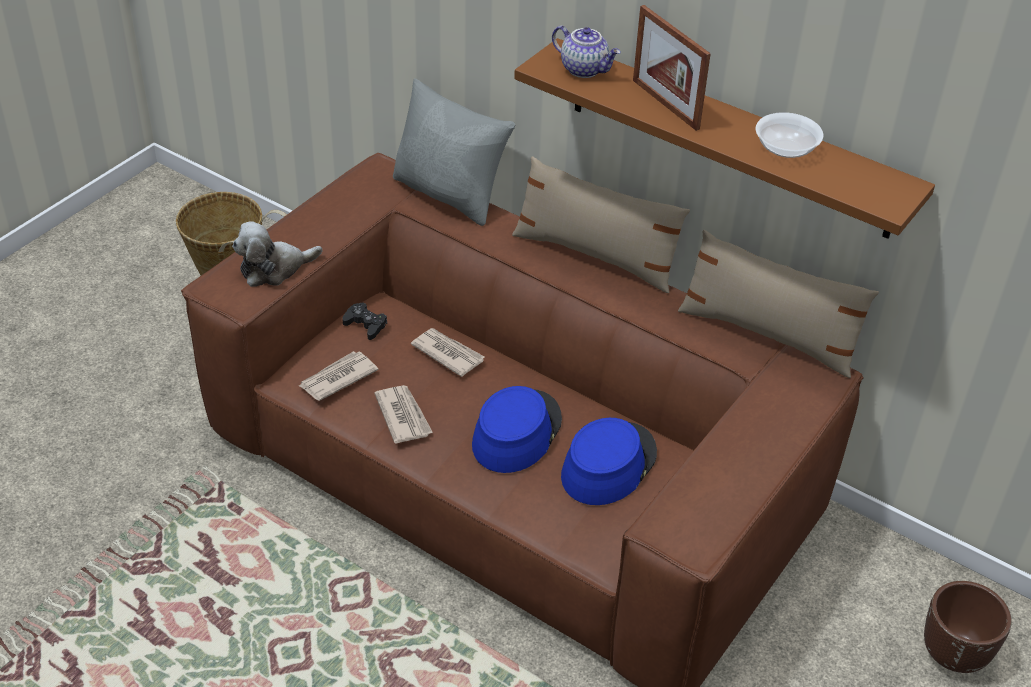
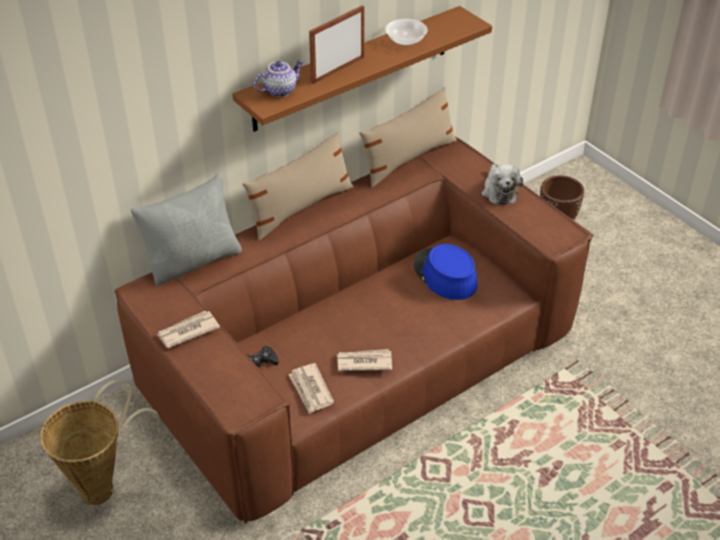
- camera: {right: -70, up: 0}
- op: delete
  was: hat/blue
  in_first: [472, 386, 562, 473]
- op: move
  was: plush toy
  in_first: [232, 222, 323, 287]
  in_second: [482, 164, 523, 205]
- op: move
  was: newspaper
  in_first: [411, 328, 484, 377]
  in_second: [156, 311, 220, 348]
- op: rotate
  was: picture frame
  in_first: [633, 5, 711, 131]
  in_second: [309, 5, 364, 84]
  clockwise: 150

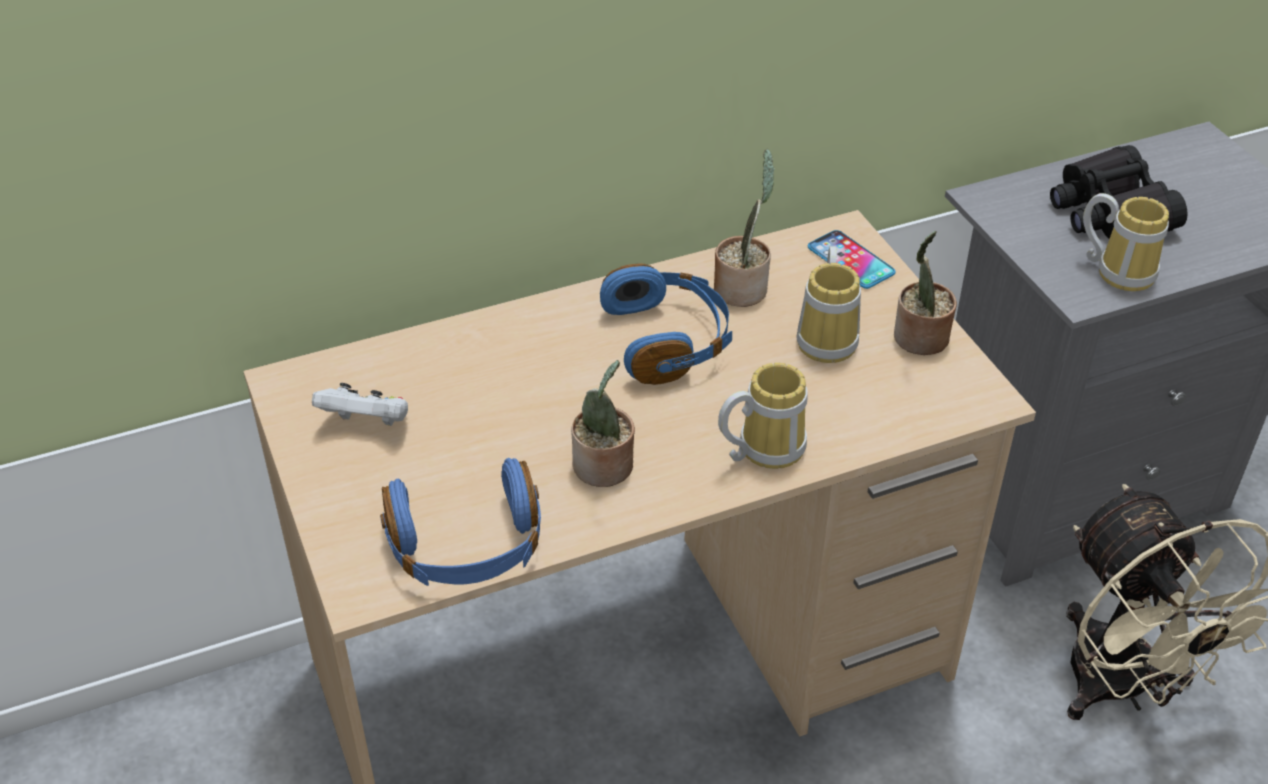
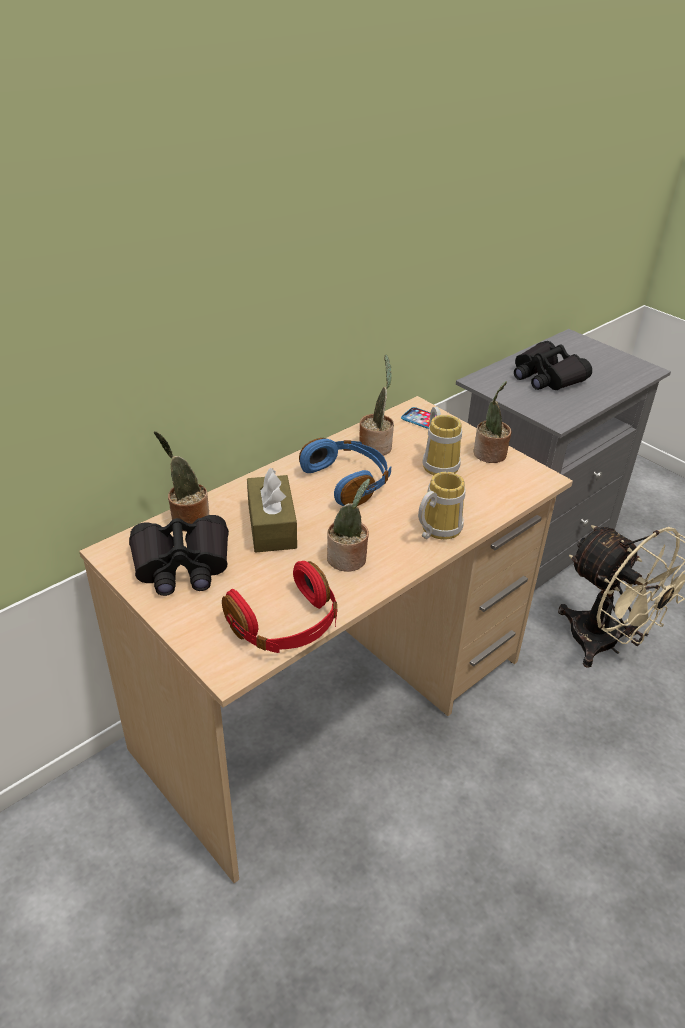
- camera: {right: -20, up: -5}
- op: delete
  was: mug
  in_first: [1083, 193, 1169, 291]
- op: insert
  now: potted plant
  in_second: [154, 431, 209, 531]
- op: insert
  now: tissue box/brown
  in_second: [247, 468, 297, 553]
- op: replace
  was: game controller/white
  now: binoculars/black
  in_first: [312, 383, 408, 426]
  in_second: [129, 515, 229, 596]
- op: recolor
  was: headphones/blue
  now: headphones/red
  in_first: [380, 458, 541, 586]
  in_second: [222, 561, 337, 653]

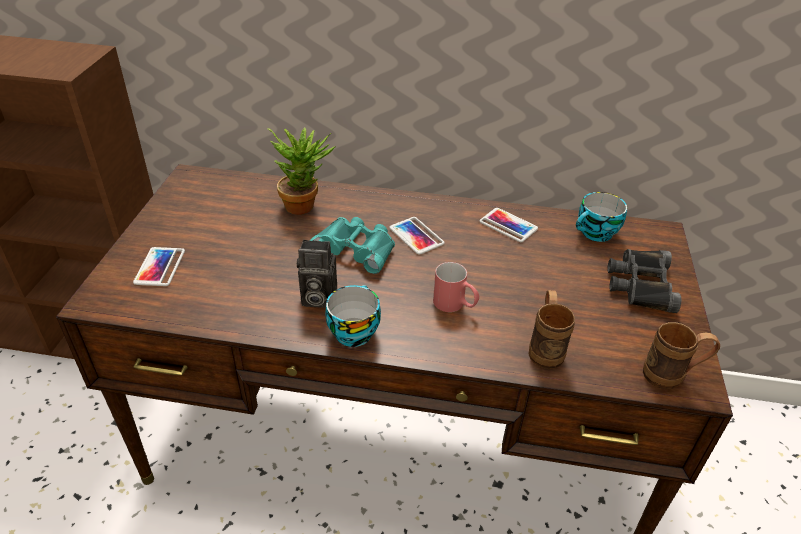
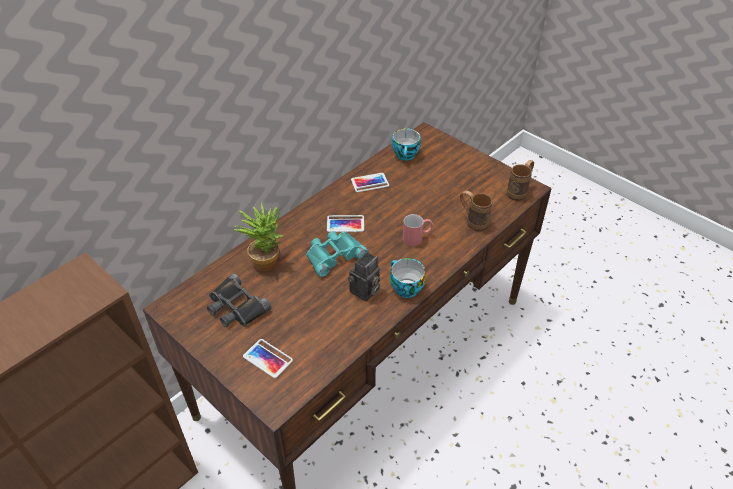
- camera: {right: -55, up: 5}
- op: move
  was: binoculars/black
  in_first: [607, 249, 681, 313]
  in_second: [207, 273, 272, 327]

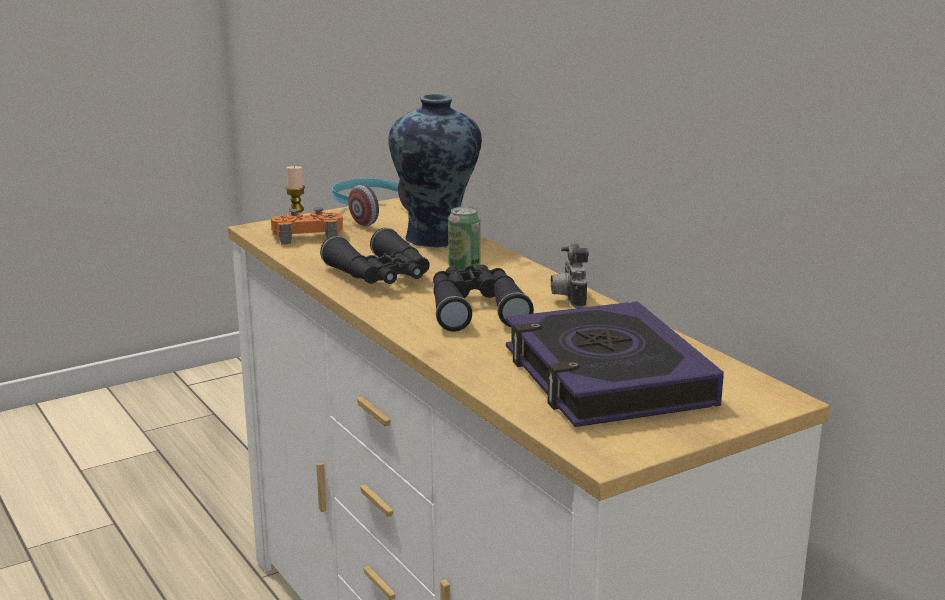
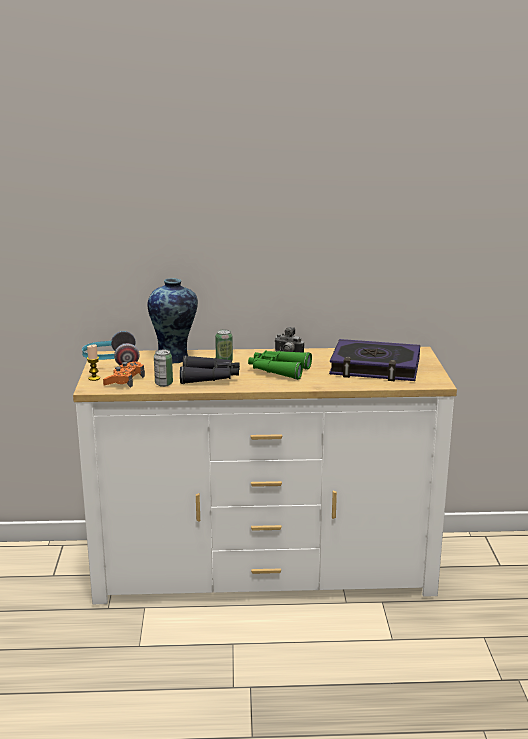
- camera: {right: -60, up: 0}
- op: insert
  now: can
  in_second: [154, 350, 173, 387]
- op: recolor
  was: binoculars/black
  now: binoculars/green
  in_first: [433, 265, 534, 332]
  in_second: [248, 350, 312, 380]

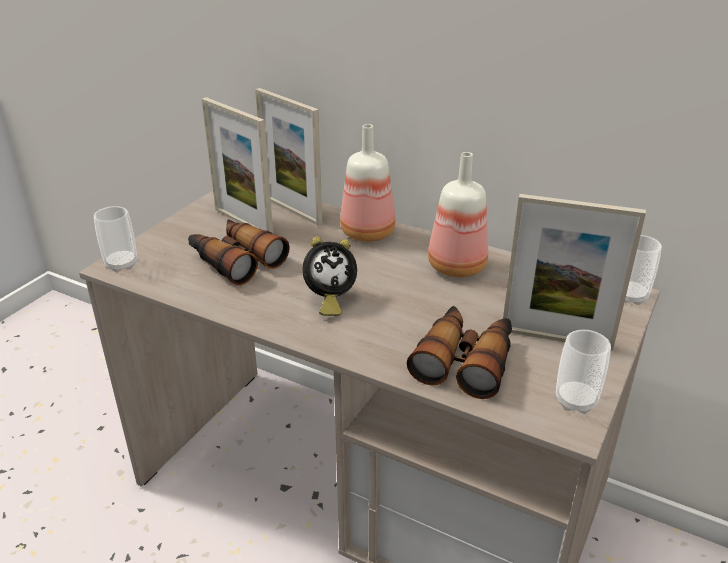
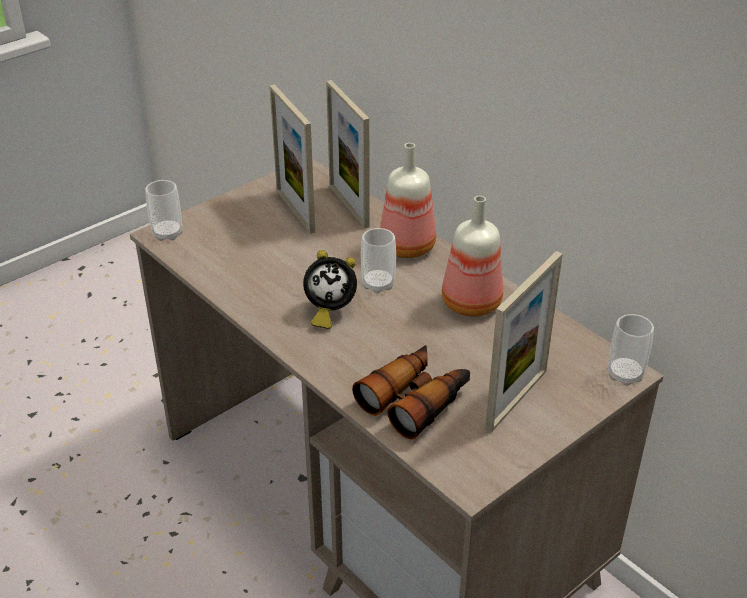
- camera: {right: 20, up: 5}
- op: delete
  was: binoculars
  in_first: [188, 219, 290, 285]
- op: move
  was: cup
  in_first: [556, 330, 611, 414]
  in_second: [361, 228, 396, 293]
- op: rotate
  was: picture frame
  in_first: [503, 194, 646, 350]
  in_second: [485, 251, 563, 432]
  clockwise: -90

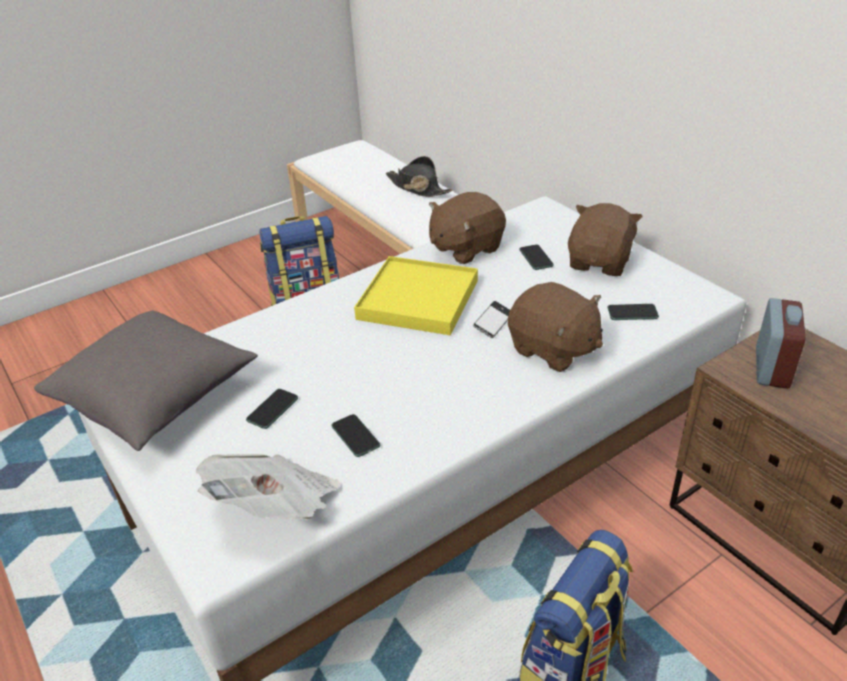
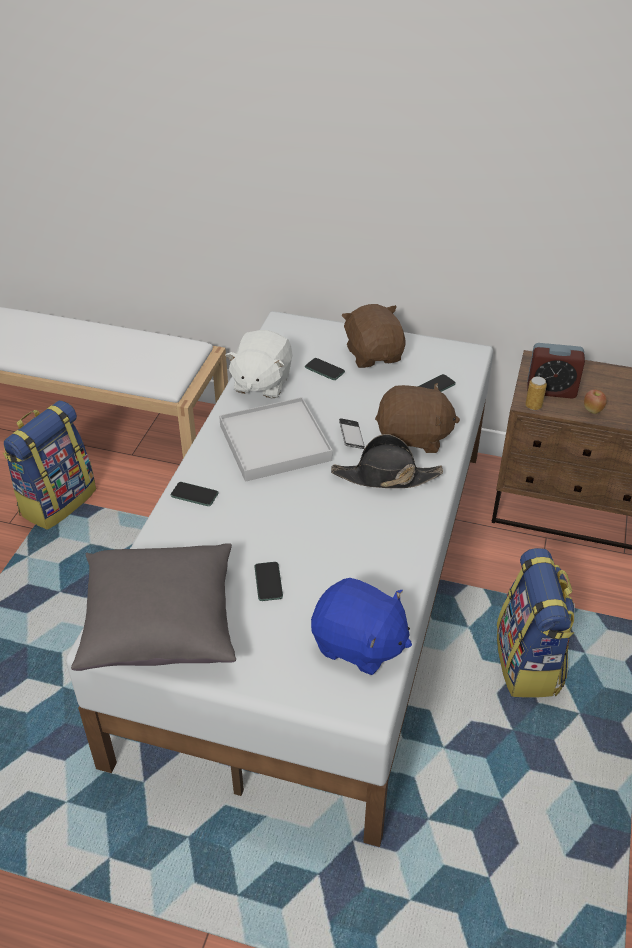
- camera: {right: -40, up: 5}
- op: insert
  now: can
  in_second: [525, 376, 547, 410]
- op: insert
  now: apple
  in_second: [584, 389, 607, 414]
- op: move
  was: phone
  in_first: [332, 414, 380, 457]
  in_second: [171, 482, 219, 506]
- op: move
  was: hat/black
  in_first: [386, 156, 452, 197]
  in_second: [331, 434, 443, 488]
- op: replace
  was: newspaper
  now: plush toy/blue
  in_first: [196, 454, 340, 520]
  in_second: [311, 578, 412, 675]
- op: recolor
  was: tray/yellow
  now: tray/white
  in_first: [354, 256, 478, 335]
  in_second: [219, 397, 332, 482]
- op: recolor
  was: plush toy/brown
  now: plush toy/white
  in_first: [429, 192, 506, 264]
  in_second: [225, 330, 293, 399]
- op: rotate
  was: alarm clock
  in_first: [756, 298, 806, 389]
  in_second: [527, 343, 585, 398]
  clockwise: 120

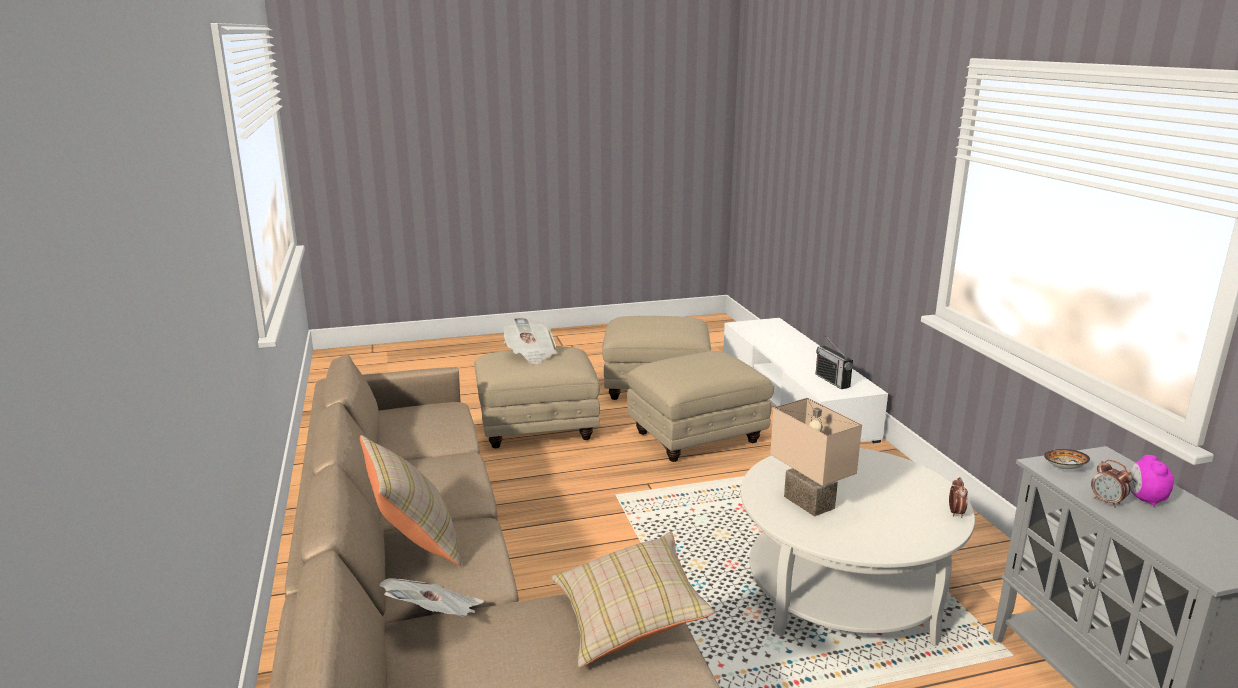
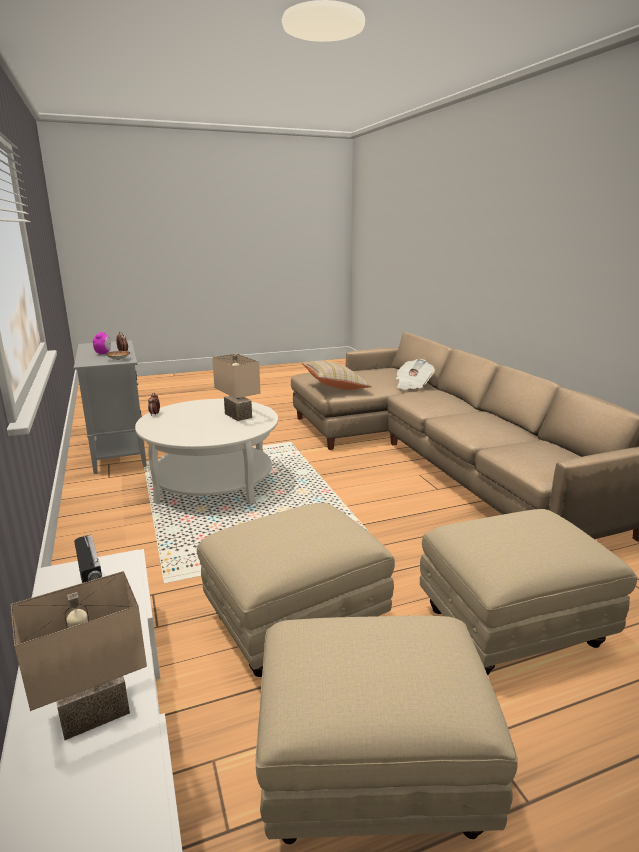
- camera: {right: 175, up: 0}
- op: delete
  was: pillow/beige
  in_first: [360, 435, 461, 566]
- op: delete
  was: newspaper
  in_first: [503, 317, 557, 364]
- op: insert
  now: table lamp/beige
  in_second: [11, 571, 147, 740]

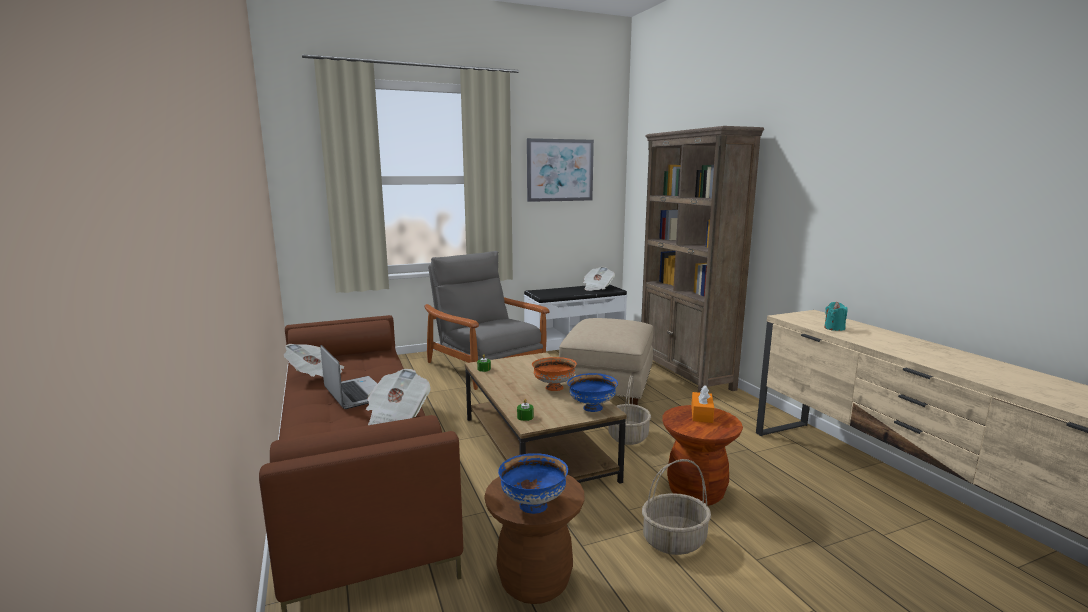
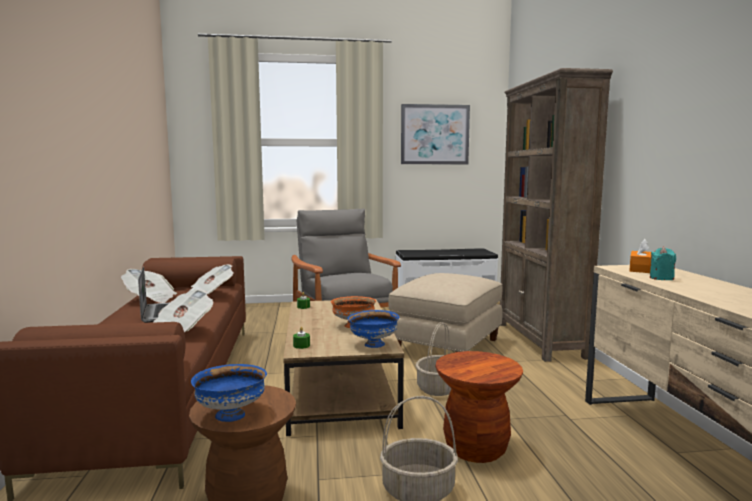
- camera: {right: 15, up: -5}
- op: move
  was: newspaper
  in_first: [583, 267, 615, 291]
  in_second: [187, 264, 233, 294]
- op: move
  was: tissue box/orange
  in_first: [691, 385, 714, 423]
  in_second: [629, 239, 651, 273]

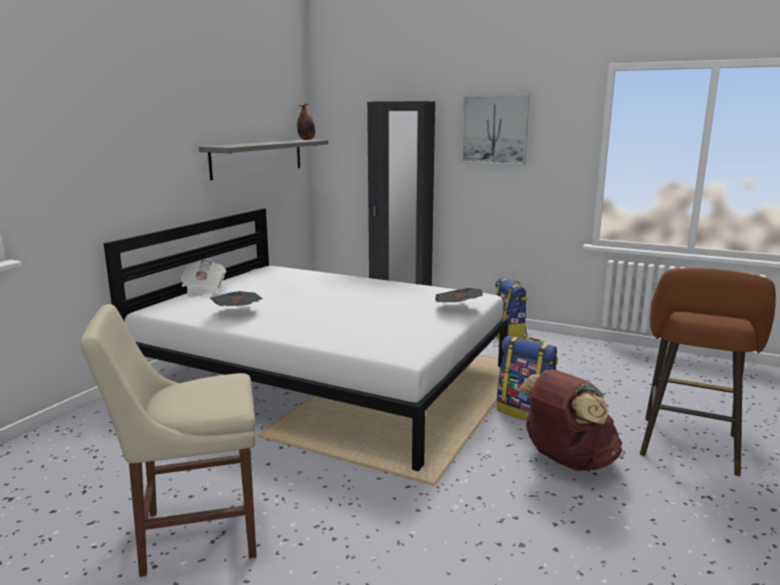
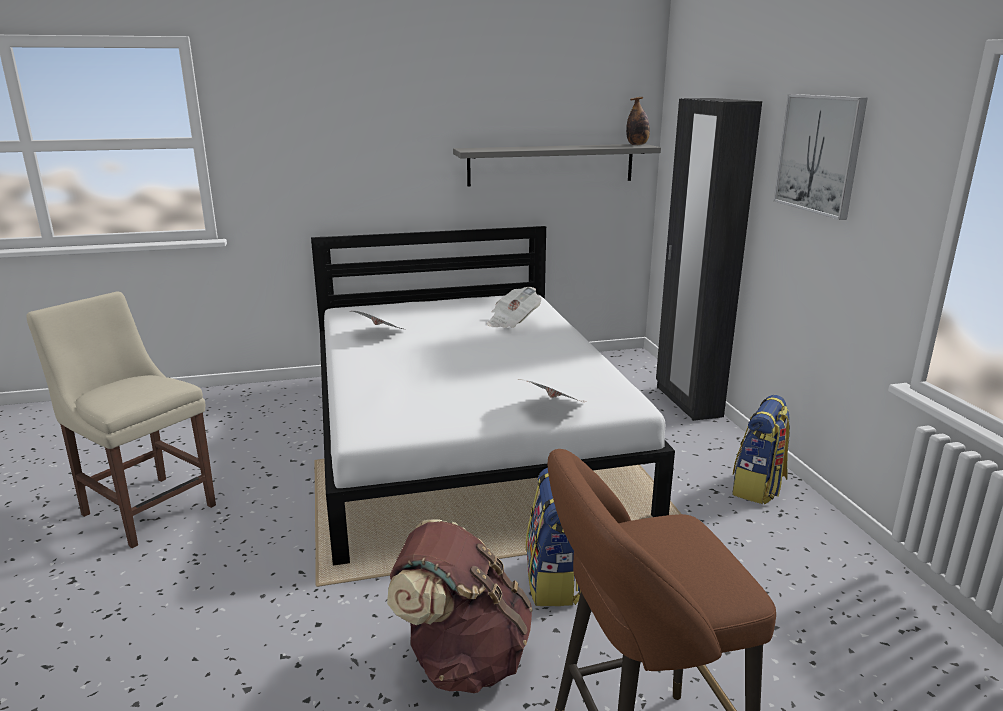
- camera: {right: 50, up: 5}
- op: move
  was: newspaper
  in_first: [180, 259, 226, 297]
  in_second: [487, 287, 541, 328]

